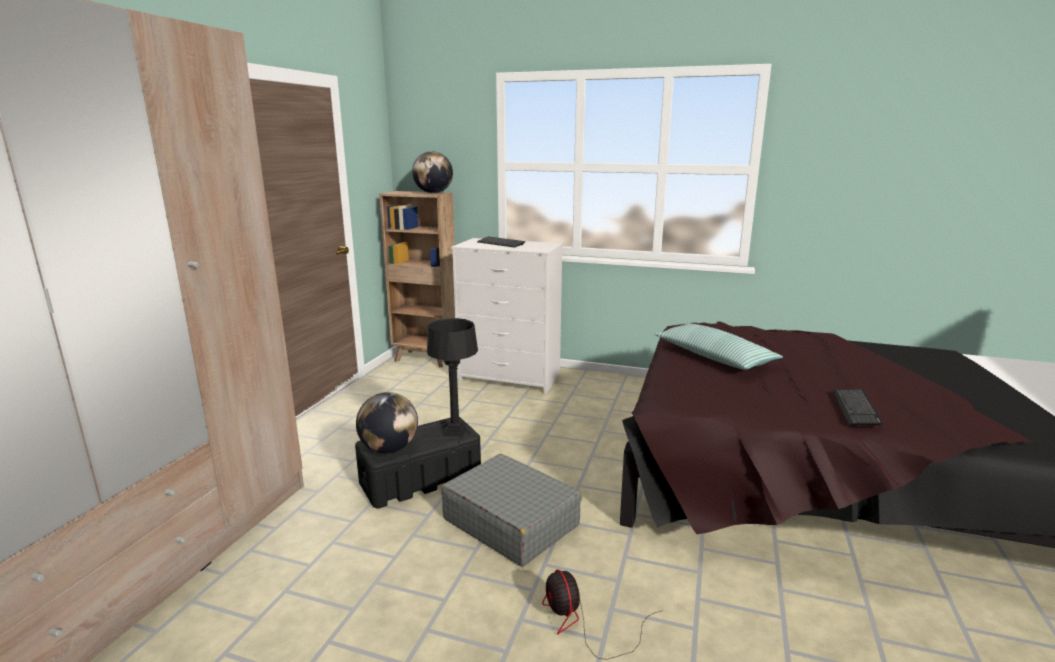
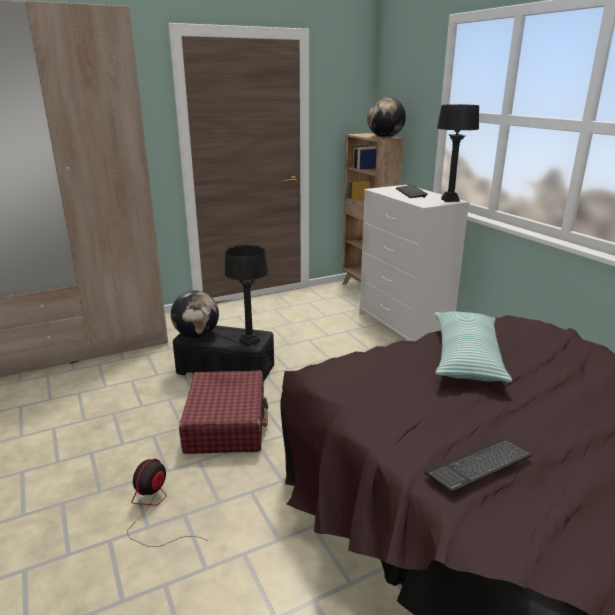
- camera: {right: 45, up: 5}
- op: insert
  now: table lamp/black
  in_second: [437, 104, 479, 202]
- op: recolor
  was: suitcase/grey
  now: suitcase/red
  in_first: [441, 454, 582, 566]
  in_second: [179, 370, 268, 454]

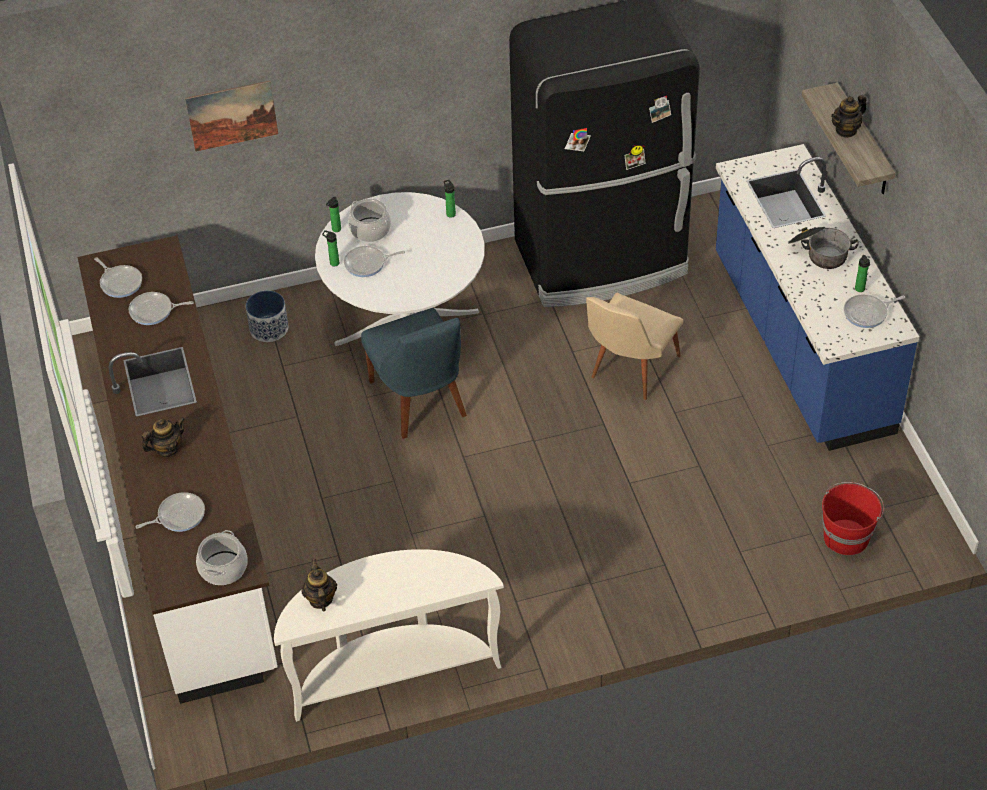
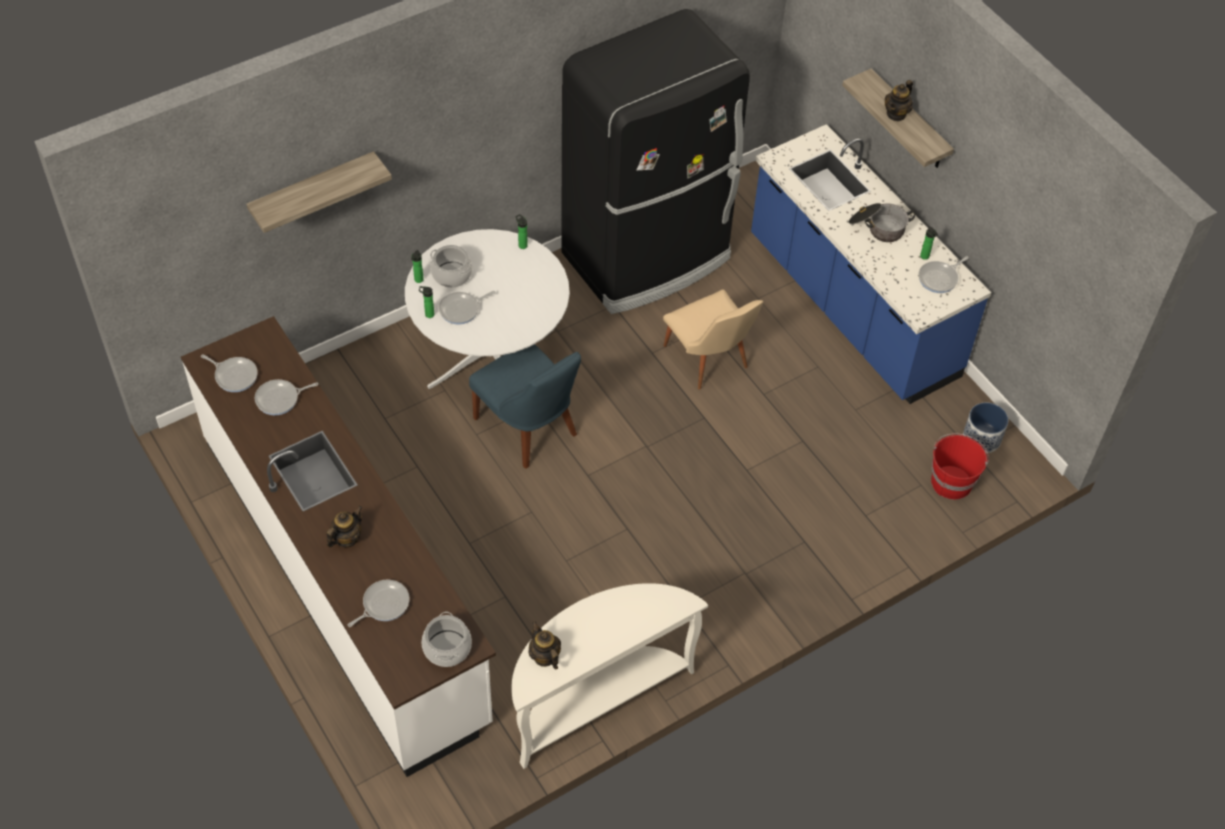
- camera: {right: -20, up: 5}
- op: move
  was: planter
  in_first: [246, 291, 288, 342]
  in_second: [963, 403, 1008, 453]
- op: replace
  was: picture
  now: shelf
  in_first: [185, 81, 278, 152]
  in_second: [247, 151, 392, 233]
- op: rotate
  was: chair/beige
  in_first: [586, 293, 683, 400]
  in_second: [663, 289, 763, 390]
  clockwise: -45

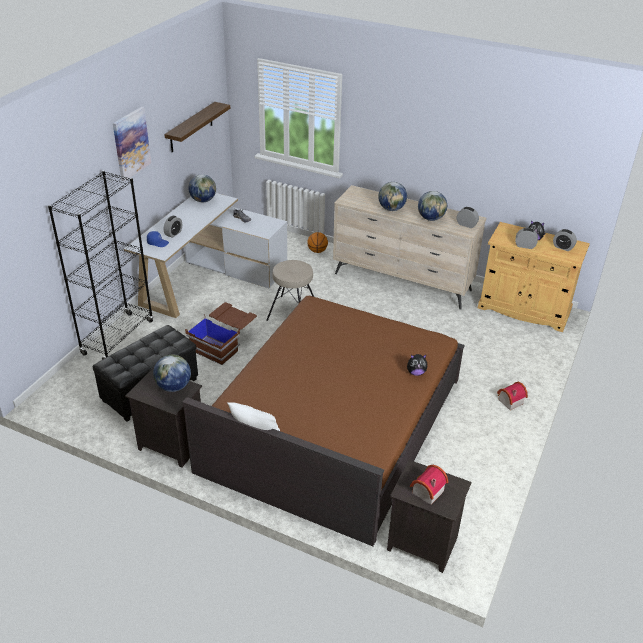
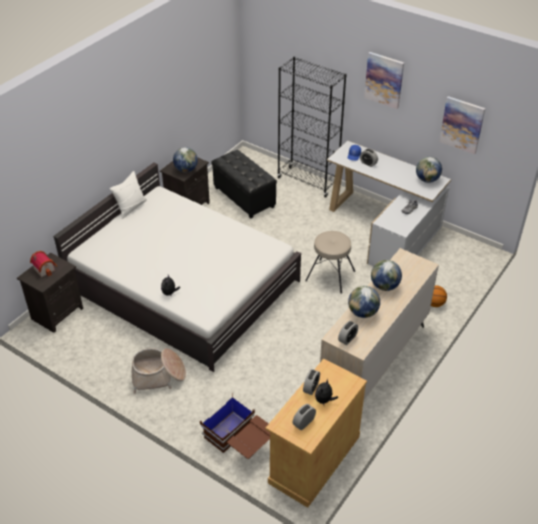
- camera: {right: 100, up: 5}
- op: delete
  was: toy house
  in_first: [497, 382, 528, 410]
- op: insert
  now: basket
  in_second: [132, 348, 186, 394]
- op: move
  was: storage box/brown
  in_first: [185, 302, 257, 365]
  in_second: [200, 396, 270, 459]
- op: replace
  was: shelf
  now: picture
  in_first: [164, 102, 230, 153]
  in_second: [439, 96, 485, 154]
- op: recolor
  was: bed/brown
  now: bed/white
  in_first: [182, 296, 465, 546]
  in_second: [53, 163, 301, 372]

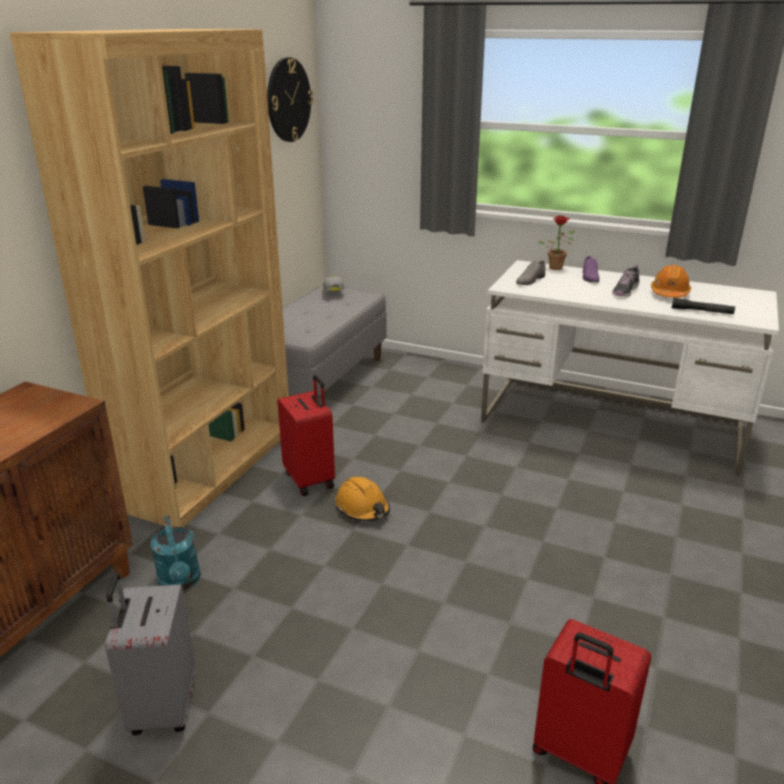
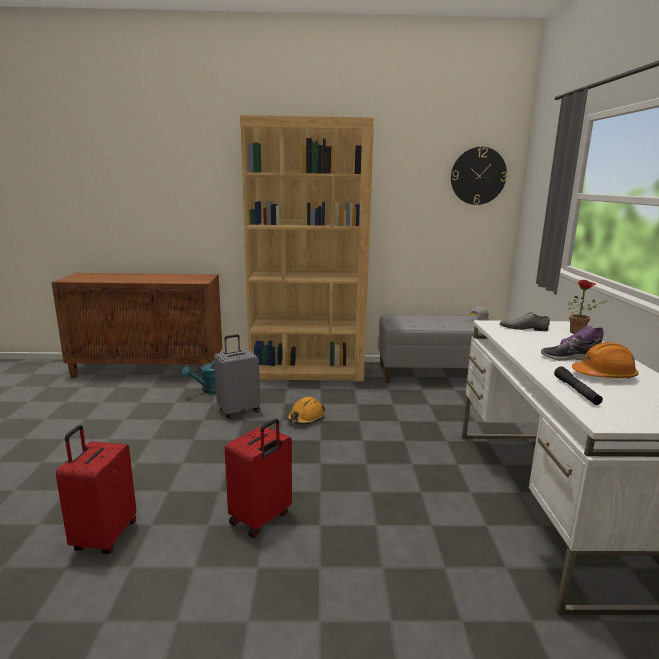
- camera: {right: 65, up: -10}
- op: move
  was: suitcase/grey
  in_first: [105, 573, 195, 735]
  in_second: [214, 334, 260, 418]
- op: move
  was: suitcase/red
  in_first: [277, 375, 335, 496]
  in_second: [225, 419, 292, 538]

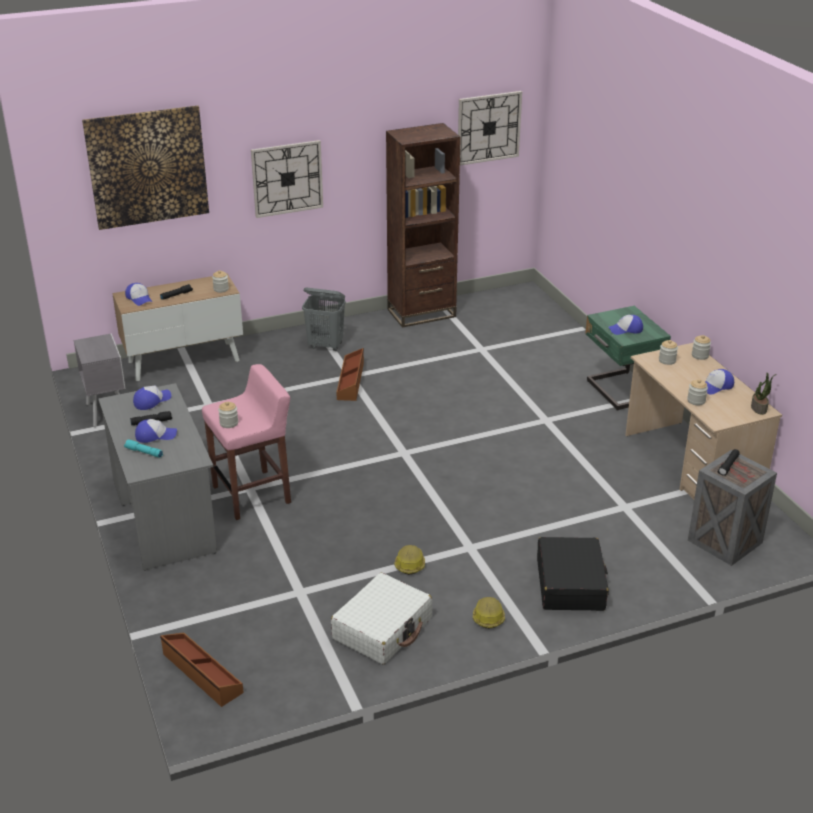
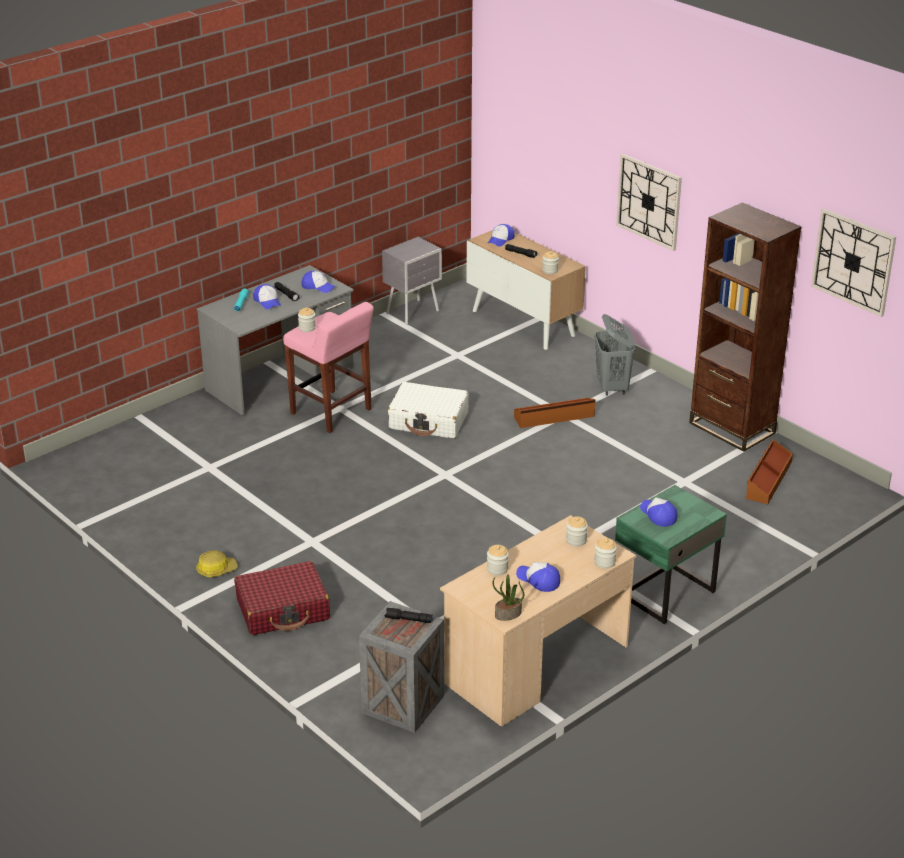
- camera: {right: 70, up: 0}
- op: delete
  was: picture
  in_first: [82, 105, 209, 230]
- op: delete
  was: hard hat
  in_first: [394, 545, 425, 575]
- op: move
  was: storage box/brown
  in_first: [160, 632, 244, 707]
  in_second: [746, 439, 793, 504]
- op: move
  was: suitcase/white
  in_first: [331, 573, 432, 664]
  in_second: [388, 382, 469, 439]
- op: recolor
  was: suitcase/black
  now: suitcase/red
  in_first: [537, 537, 609, 611]
  in_second: [234, 561, 330, 635]

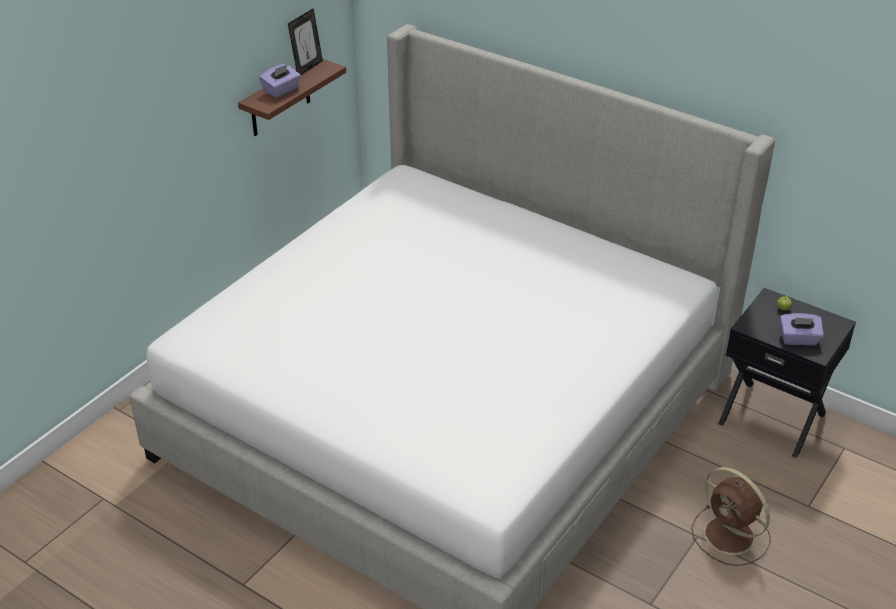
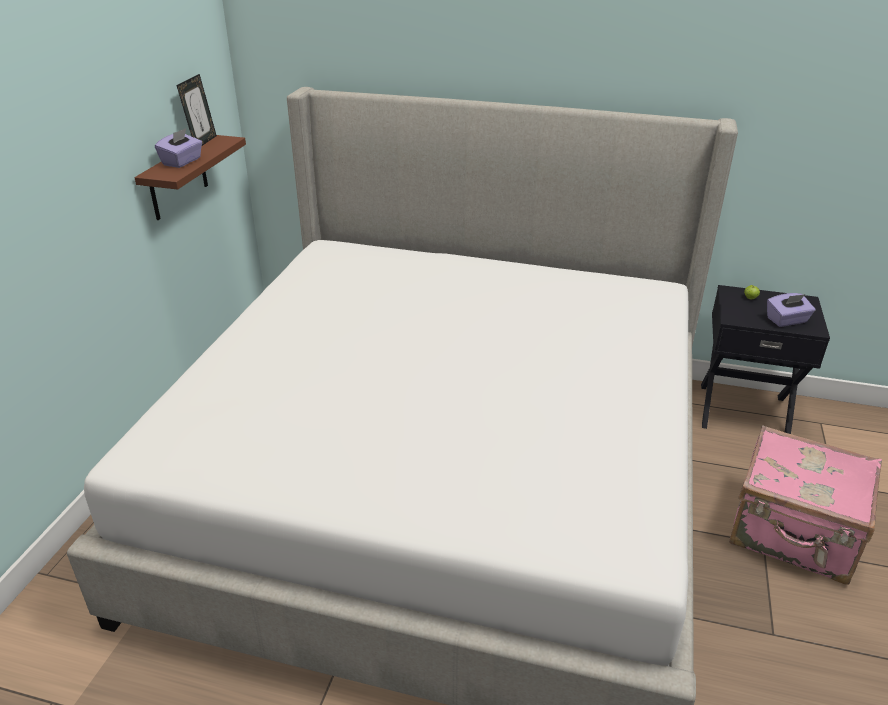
- camera: {right: -20, up: -5}
- op: replace
  was: fan/brown
  now: suitcase/pink
  in_first: [691, 467, 771, 566]
  in_second: [729, 425, 882, 585]

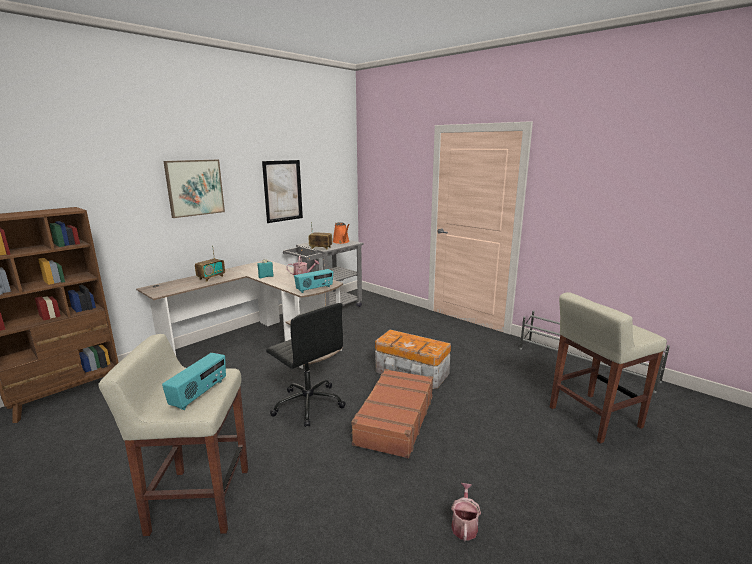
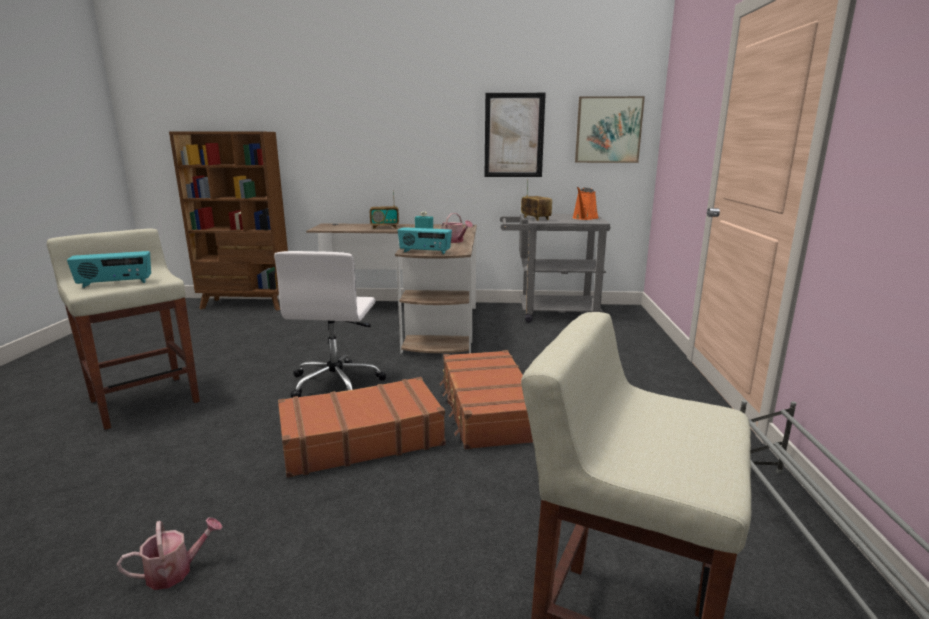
- camera: {right: 50, up: 0}
- op: move
  was: picture
  in_first: [163, 160, 225, 218]
  in_second: [575, 96, 645, 163]
- op: replace
  was: storage box
  now: suitcase/brown
  in_first: [375, 329, 451, 389]
  in_second: [440, 350, 533, 449]
- op: recolor
  was: office chair/black
  now: office chair/white
  in_first: [266, 303, 346, 427]
  in_second: [274, 251, 386, 398]

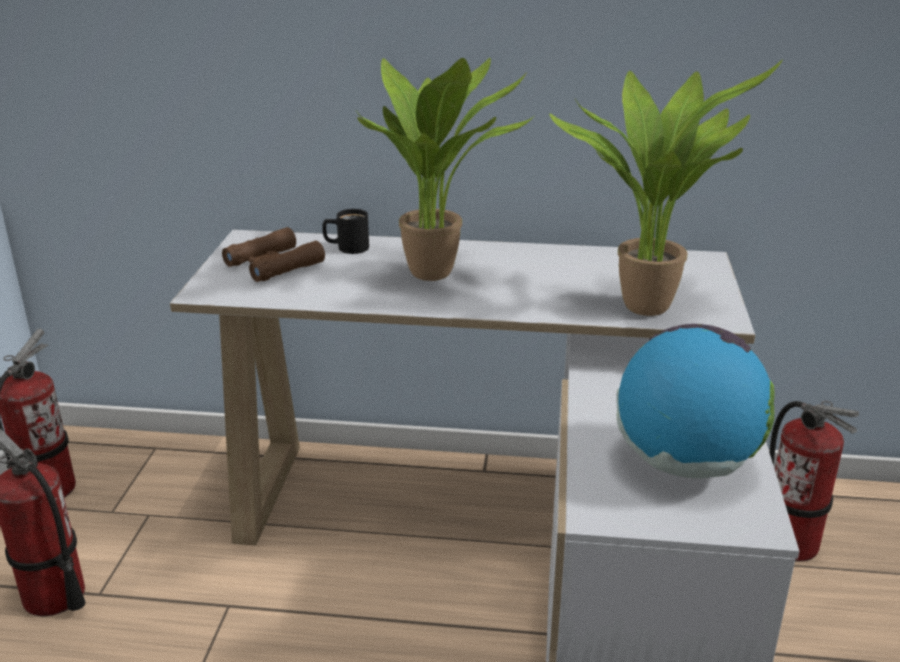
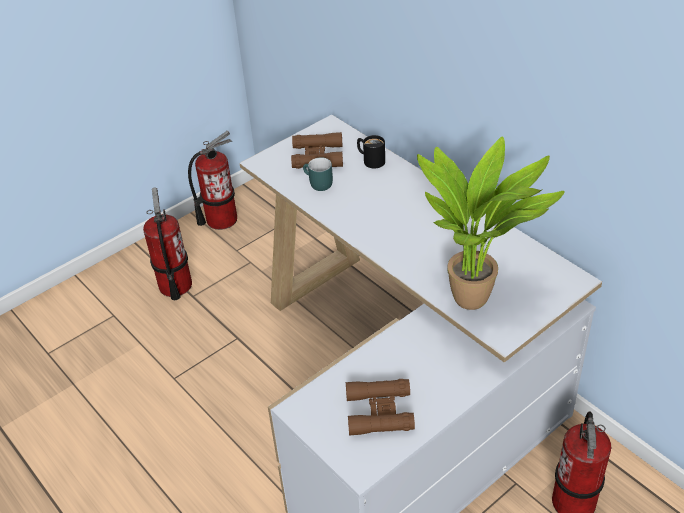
- camera: {right: 45, up: 15}
- op: delete
  was: potted plant
  in_first: [356, 58, 534, 281]
- op: insert
  now: mug/turquoise
  in_second: [303, 157, 333, 191]
- op: replace
  was: globe
  now: binoculars/brown
  in_first: [616, 324, 775, 478]
  in_second: [346, 379, 415, 436]

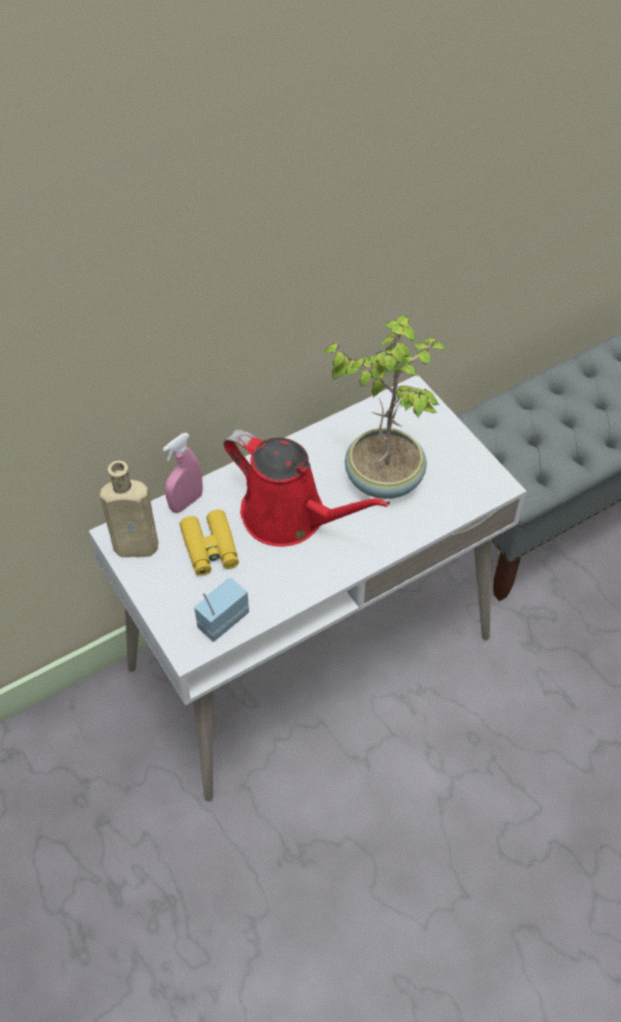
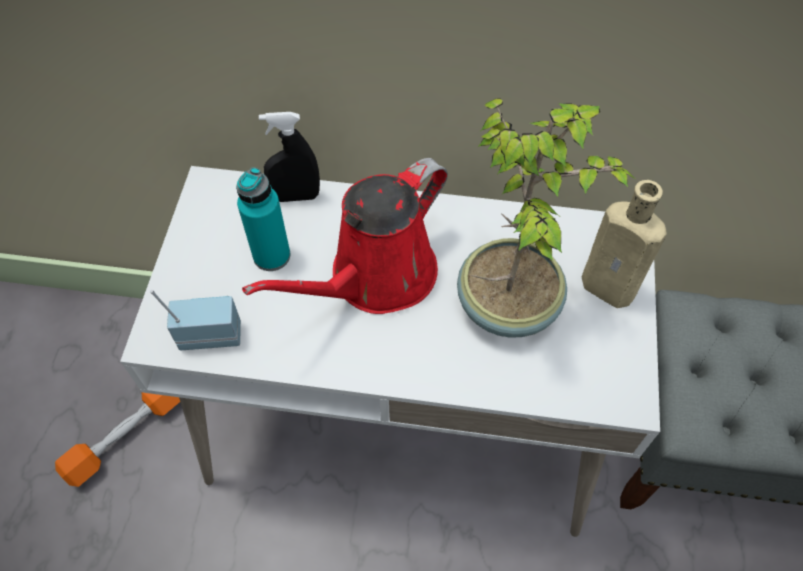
- camera: {right: 40, up: 5}
- op: insert
  now: dumbbell/orange
  in_second: [55, 393, 180, 487]
- op: move
  was: bottle/beige
  in_first: [100, 461, 158, 557]
  in_second: [582, 180, 667, 308]
- op: replace
  was: binoculars/yellow
  now: bottle/turquoise
  in_first: [180, 509, 239, 576]
  in_second: [236, 167, 290, 271]
- op: recolor
  was: spray bottle/pink
  now: spray bottle/black
  in_first: [163, 433, 203, 513]
  in_second: [259, 112, 320, 202]
- op: rotate
  was: watering can/red
  in_first: [224, 430, 390, 547]
  in_second: [242, 158, 448, 314]
  clockwise: 60

